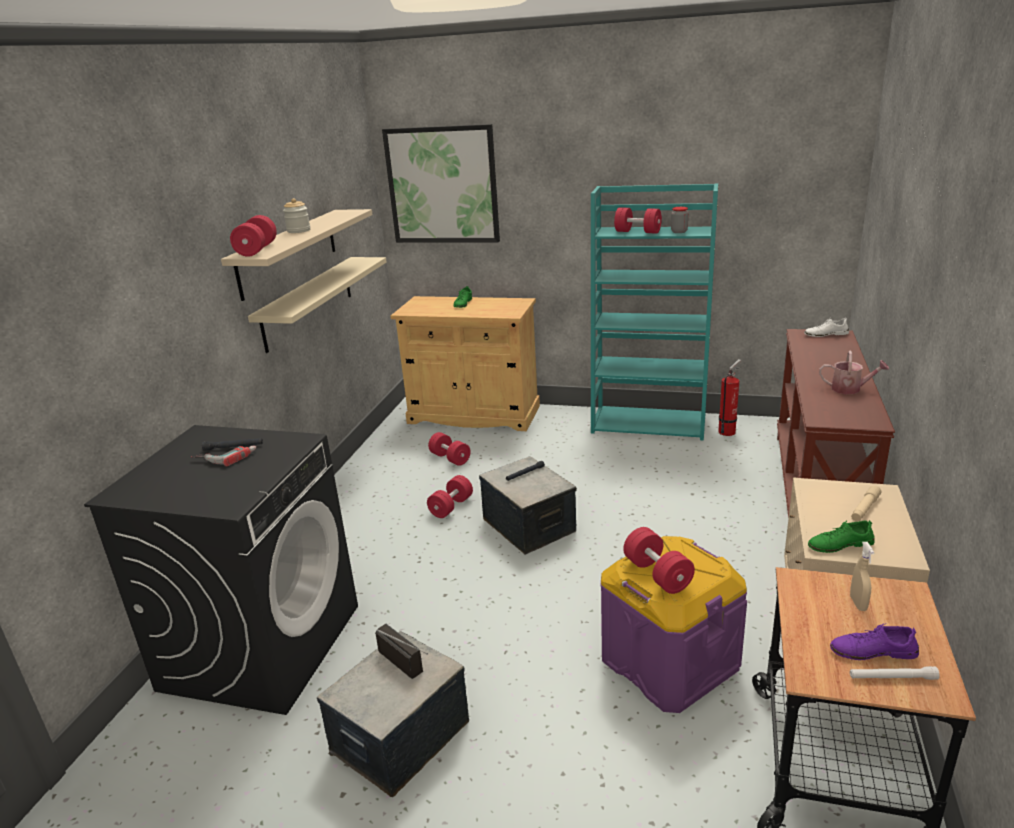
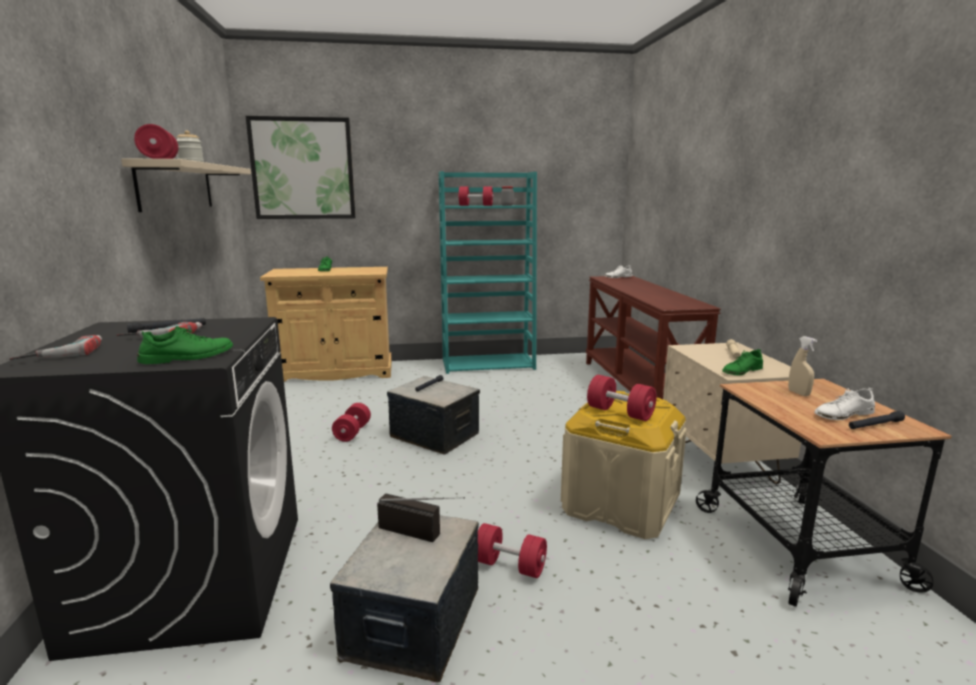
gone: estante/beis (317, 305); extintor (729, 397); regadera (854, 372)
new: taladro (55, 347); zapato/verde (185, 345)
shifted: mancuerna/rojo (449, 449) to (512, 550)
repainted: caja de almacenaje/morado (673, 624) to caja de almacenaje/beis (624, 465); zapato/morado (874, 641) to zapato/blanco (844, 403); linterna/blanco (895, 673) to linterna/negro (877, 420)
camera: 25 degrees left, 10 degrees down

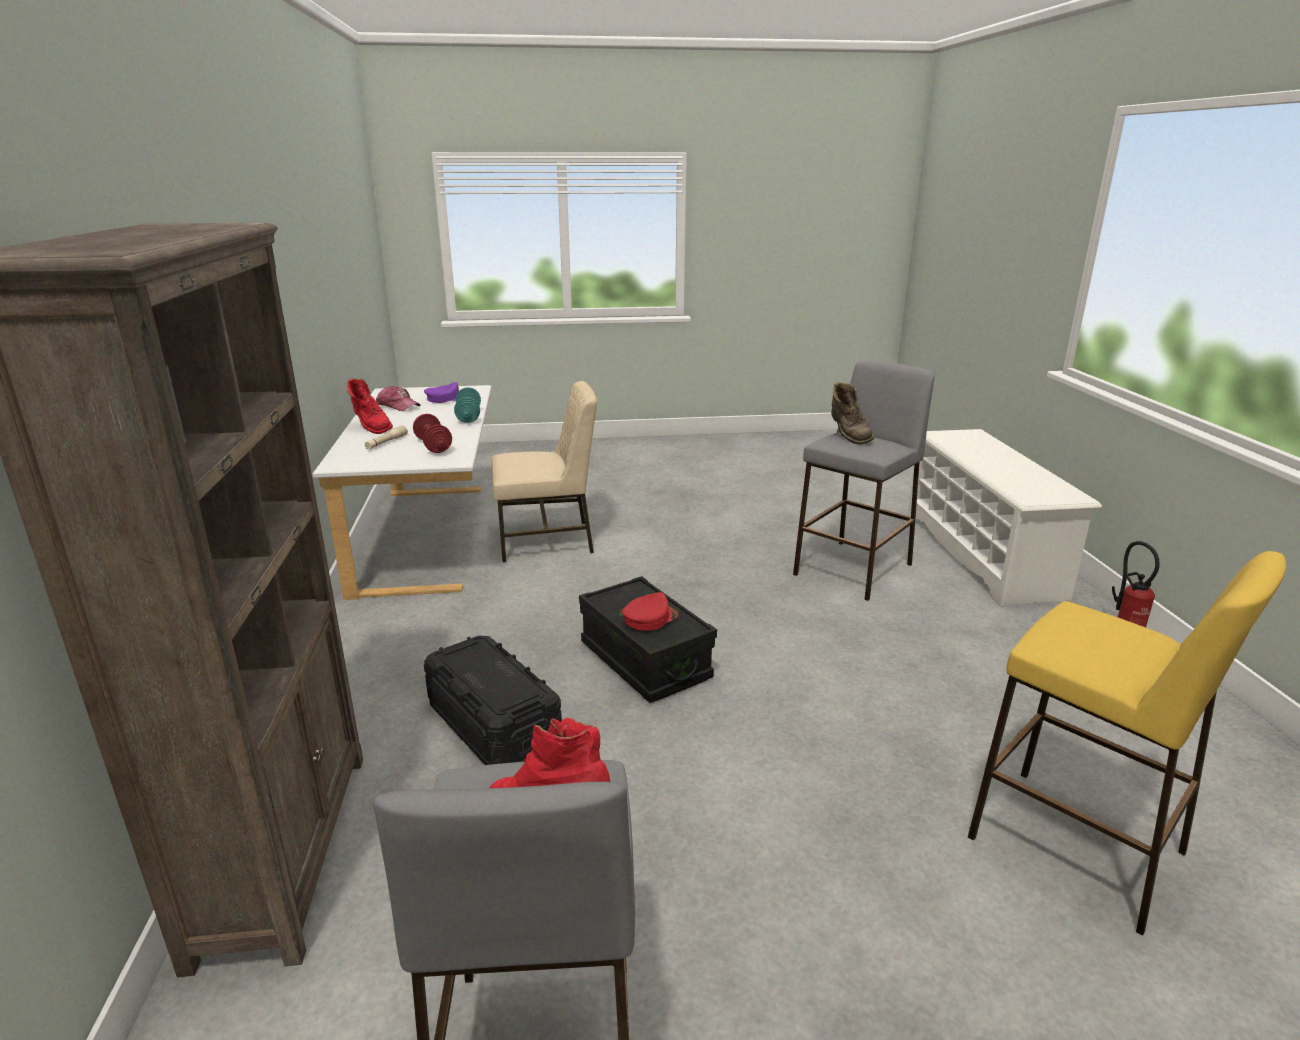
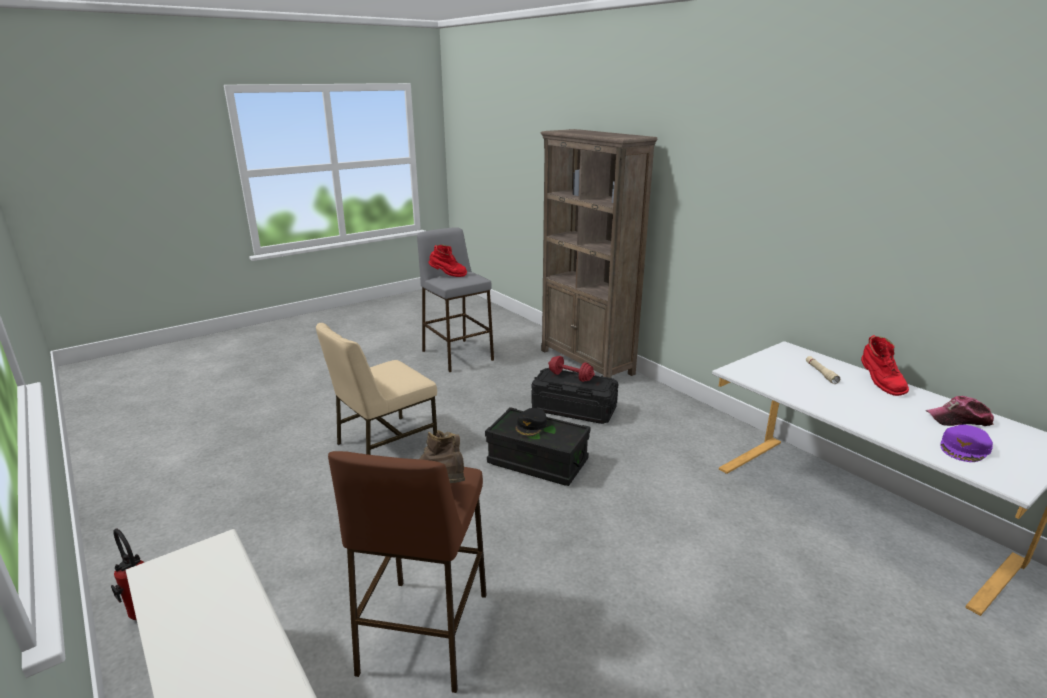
gone: mancuerna/turquesa (467, 405); taburete/amarillo (1127, 743)
shifted: mancuerna/rojo (432, 433) to (571, 369); silla/beis (544, 471) to (376, 389)
repainted: gorra/rojo (650, 611) to gorra/negro (531, 422); taburete/gris (864, 480) to taburete/marrón (407, 572)
rotated: bota/rojo (369, 406) = (885, 365) 120 degrees counterclockwise
camera: 150 degrees right, 0 degrees up

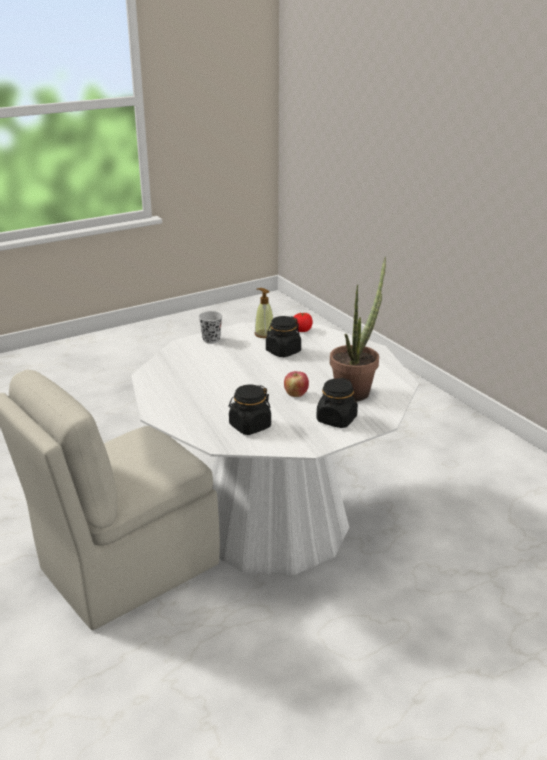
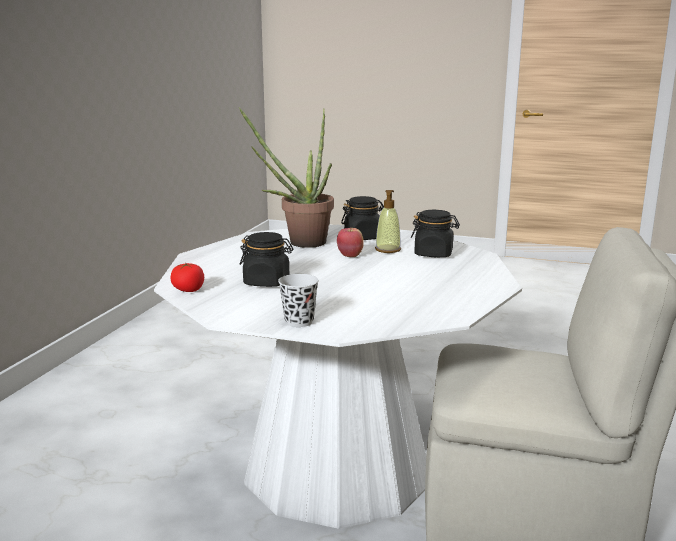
shifted: dispensador de jabón (264, 313) to (388, 221)
camera: 130 degrees left, 10 degrees down

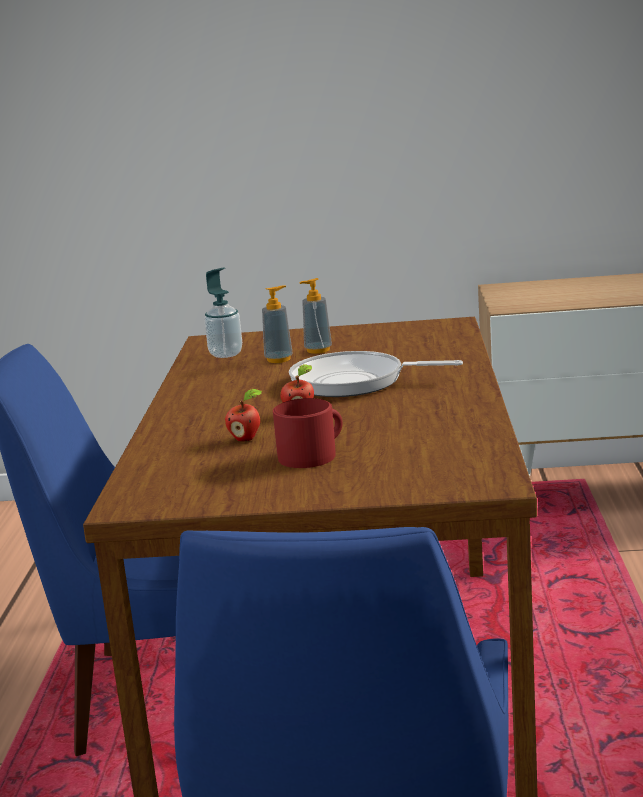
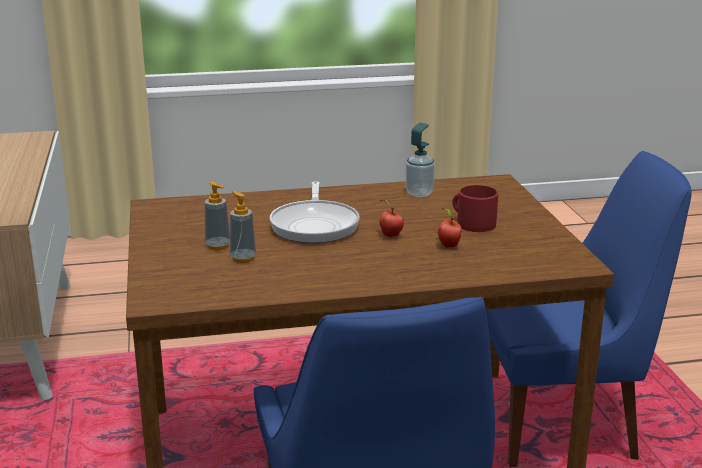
shifted: dispensador de jabón (223, 312) to (420, 160)
camera: 105 degrees left, 5 degrees up

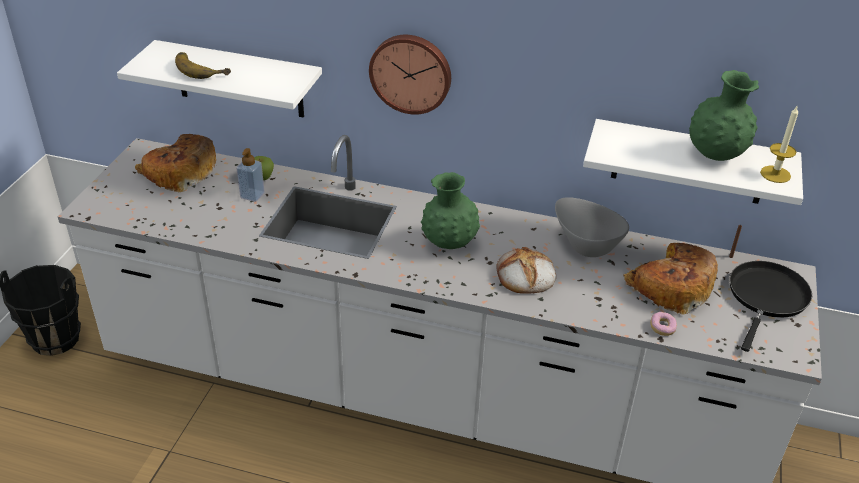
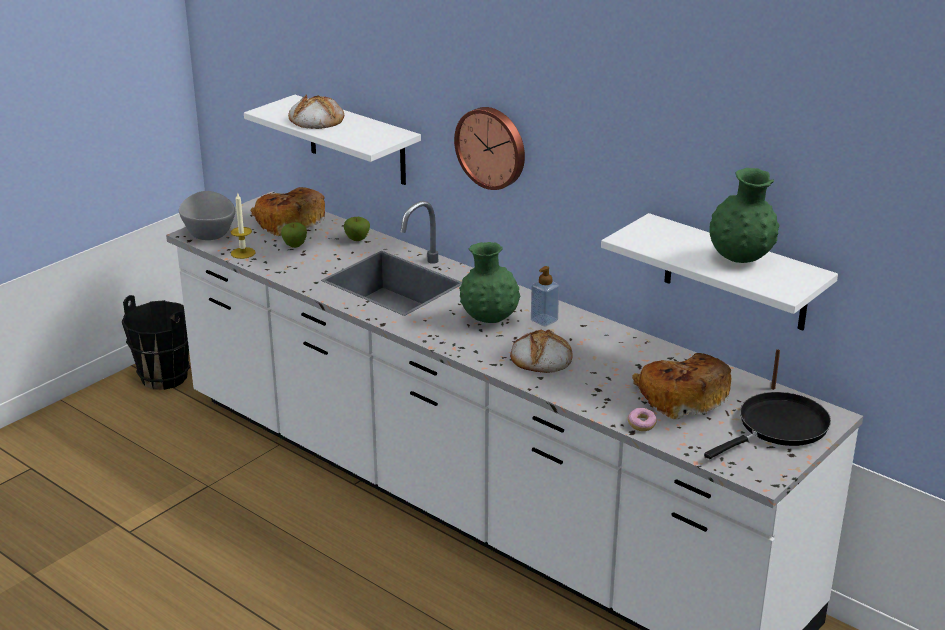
new: manzana (294, 235)
shifted: dispensador de jabón (251, 175) to (545, 296); cuenco/gris (592, 227) to (207, 215); vela (779, 144) to (243, 225)
swapped: plátano (203, 65) to pan (316, 112)
camera: 25 degrees right, 10 degrees down

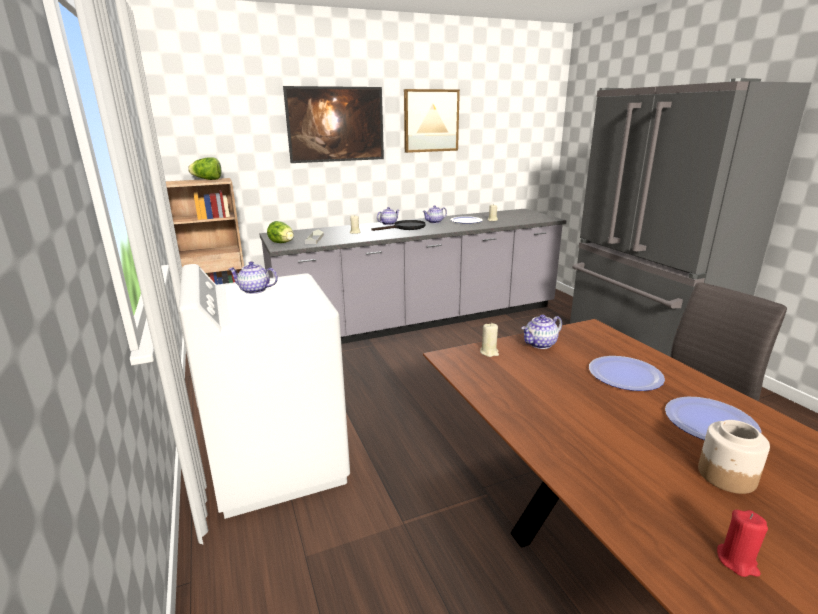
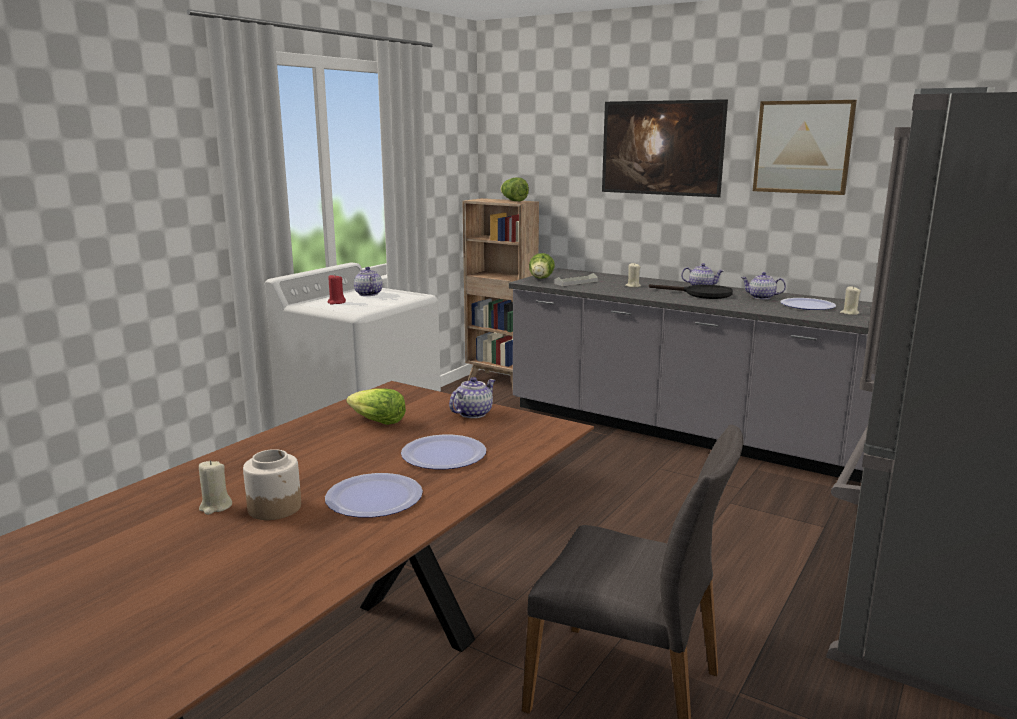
new: lechuga (376, 406)
shifted: vela/beis (489, 340) to (215, 487); vela/rojo (742, 543) to (336, 290)
rotated: tetera (541, 332) = (472, 397) 105 degrees clockwise
camera: 55 degrees right, 5 degrees down

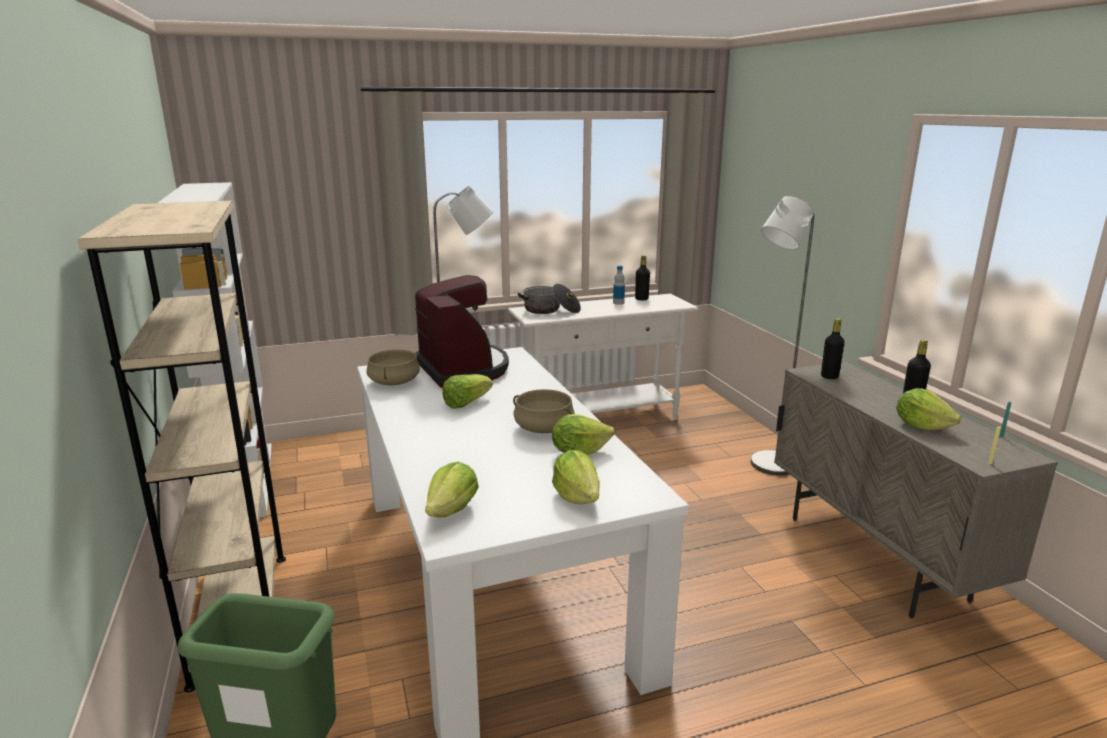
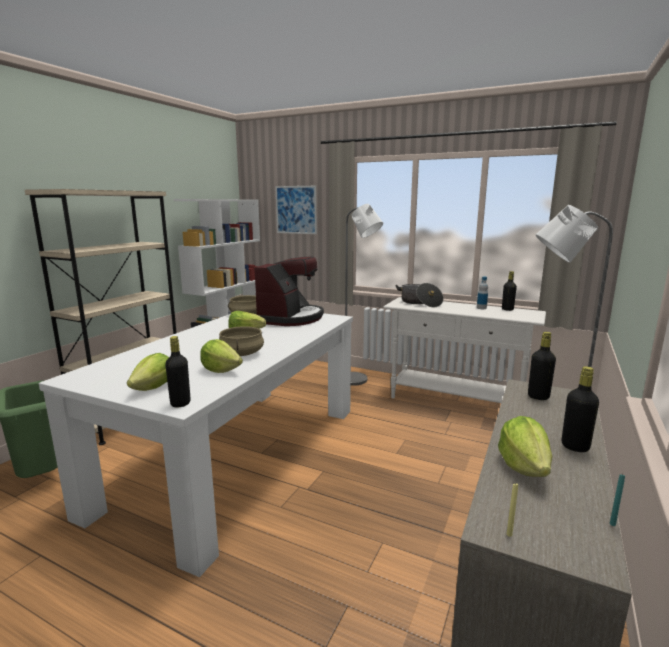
gone: lechuga (452, 490)
new: botella/negro (177, 371); cuadro (296, 210)
camera: 45 degrees right, 5 degrees down

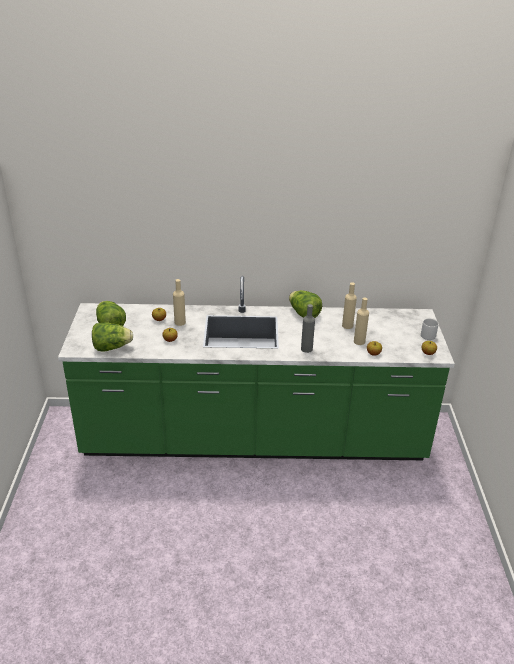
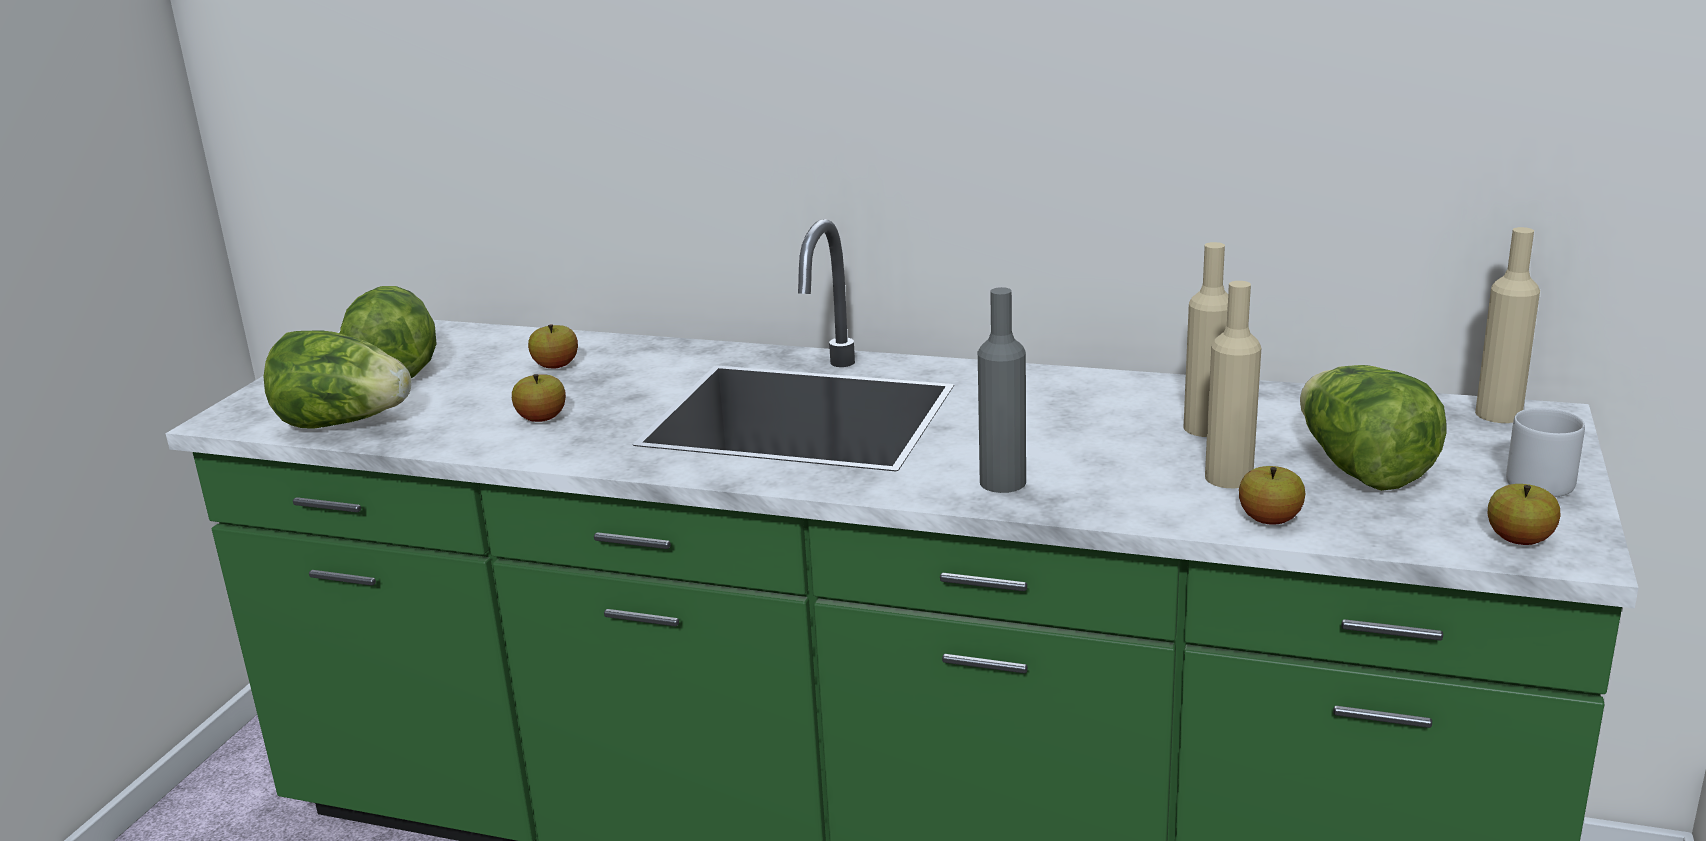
shifted: botella/beis (179, 302) to (1507, 325); lechuga (305, 304) to (1373, 428)
camera: 20 degrees right, 10 degrees down

